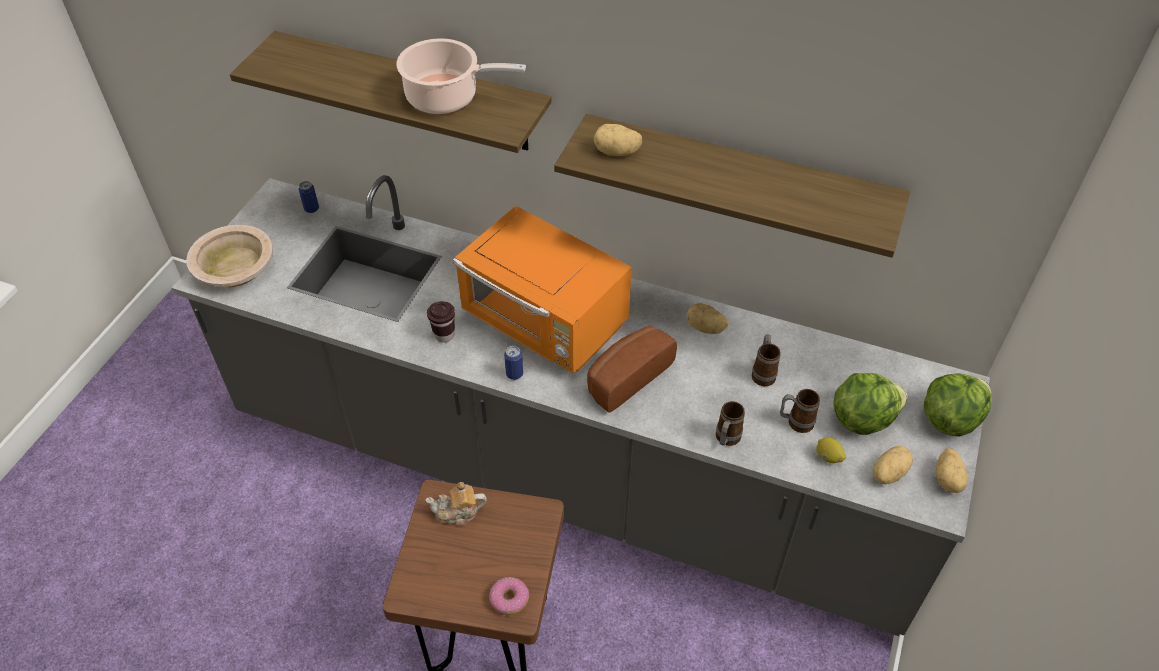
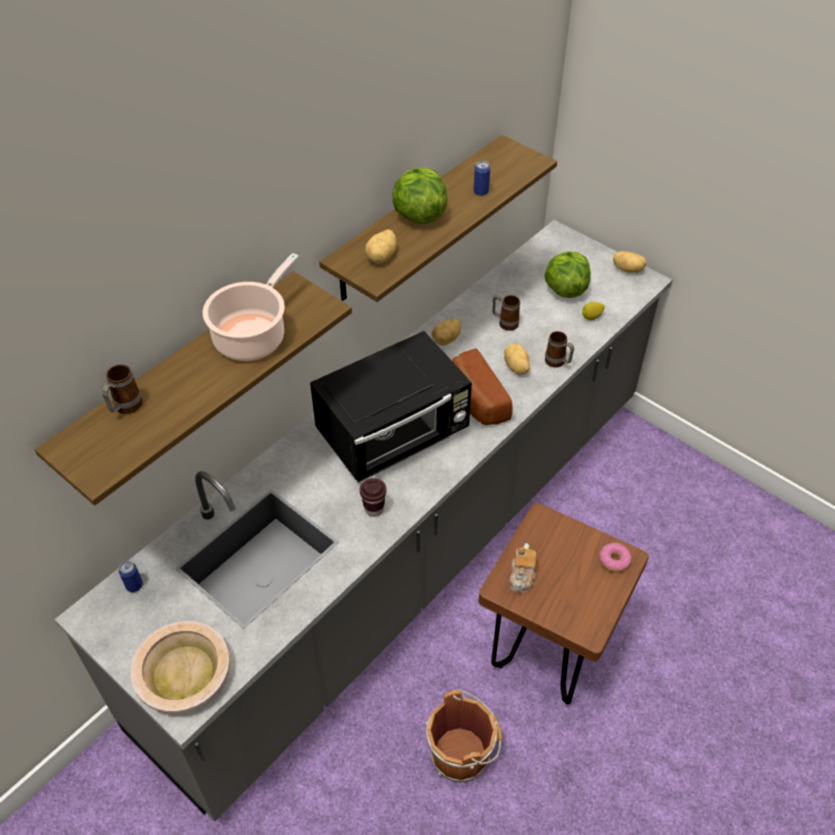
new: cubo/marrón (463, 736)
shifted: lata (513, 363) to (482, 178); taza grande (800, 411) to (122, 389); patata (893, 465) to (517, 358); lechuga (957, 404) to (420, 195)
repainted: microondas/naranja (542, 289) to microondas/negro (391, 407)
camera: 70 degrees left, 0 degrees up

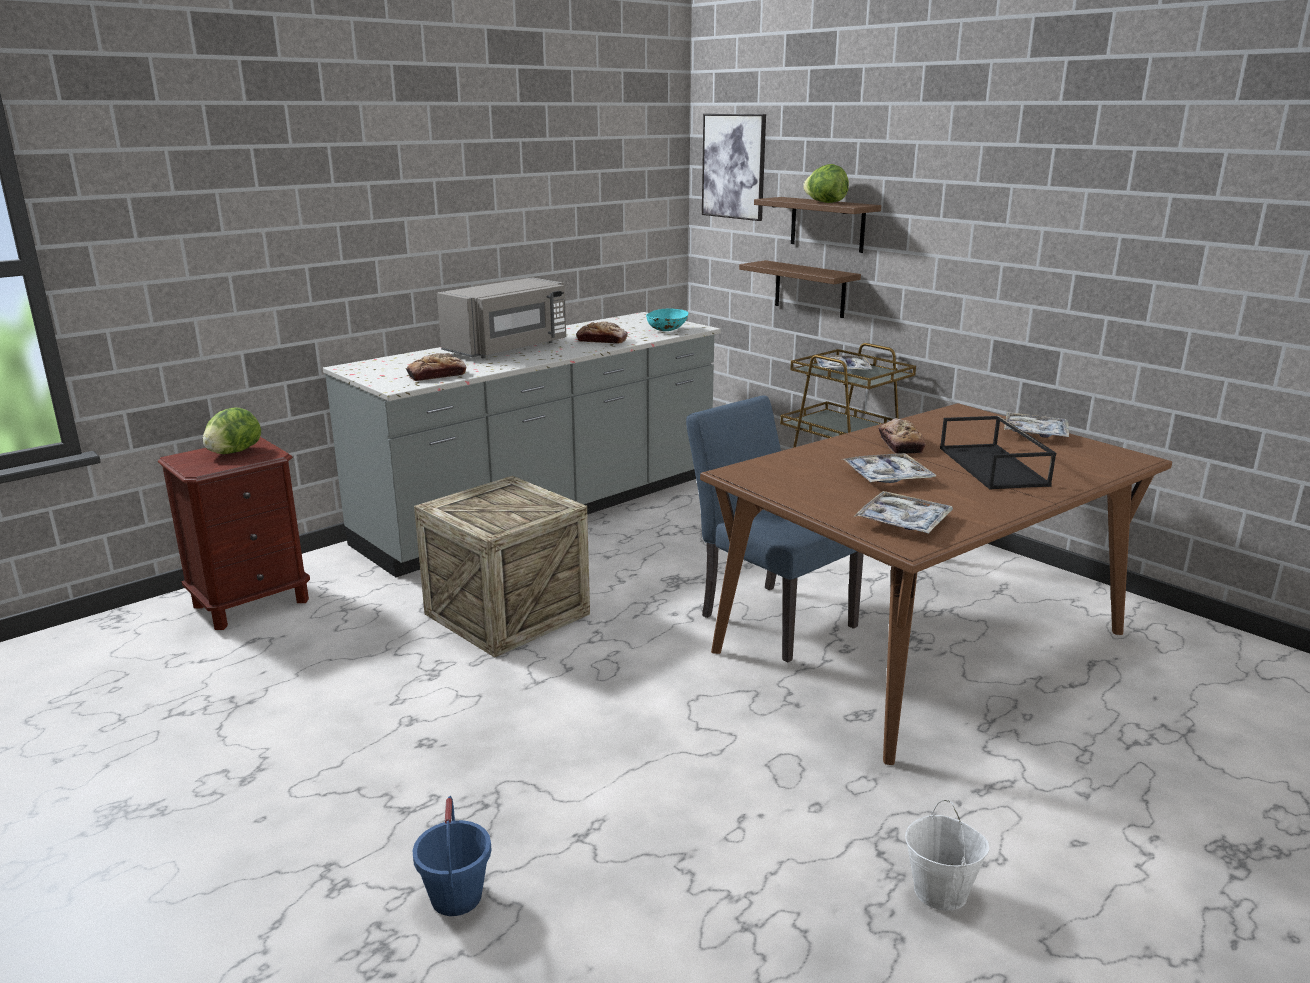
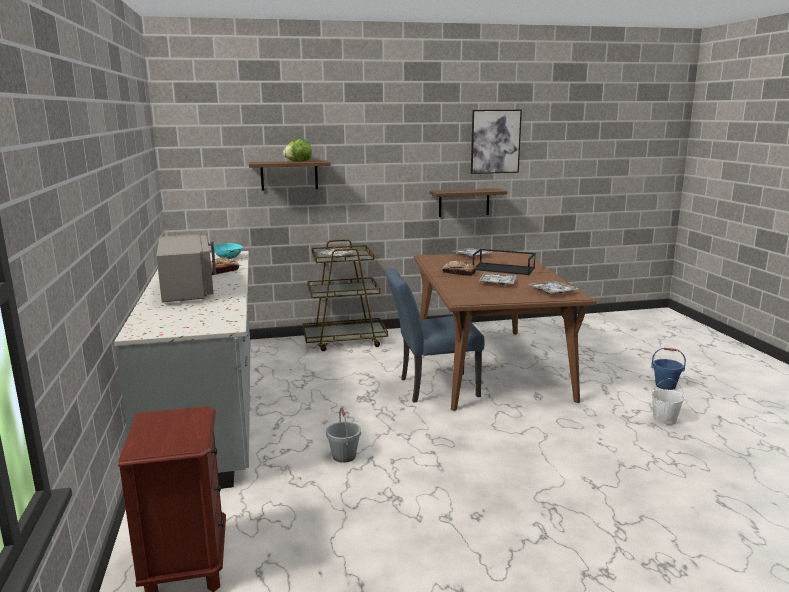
gone: lechuga (232, 430); pan (436, 367)
shifted: cubo/azul (452, 856) to (668, 369); cuadro (734, 167) to (496, 142); estante/marrón (800, 289) to (468, 202)
swapped: caja de embalaje (502, 567) to cubo/gris (343, 435)
camera: 60 degrees left, 5 degrees down

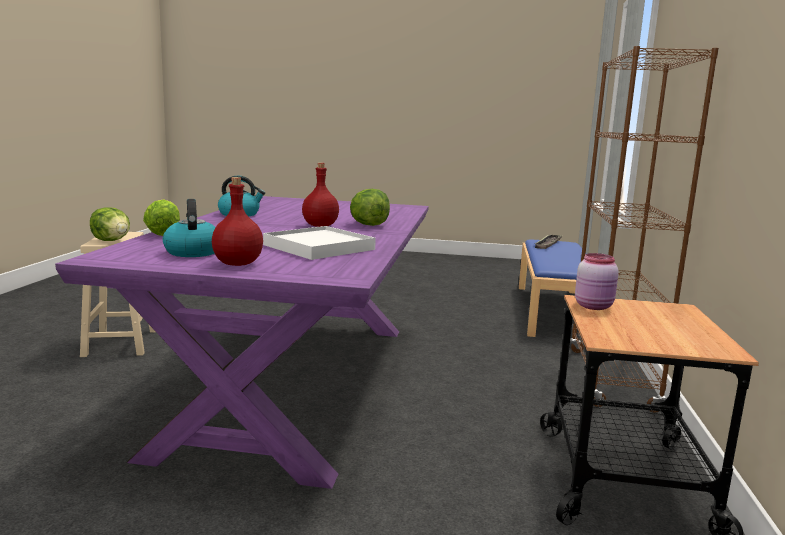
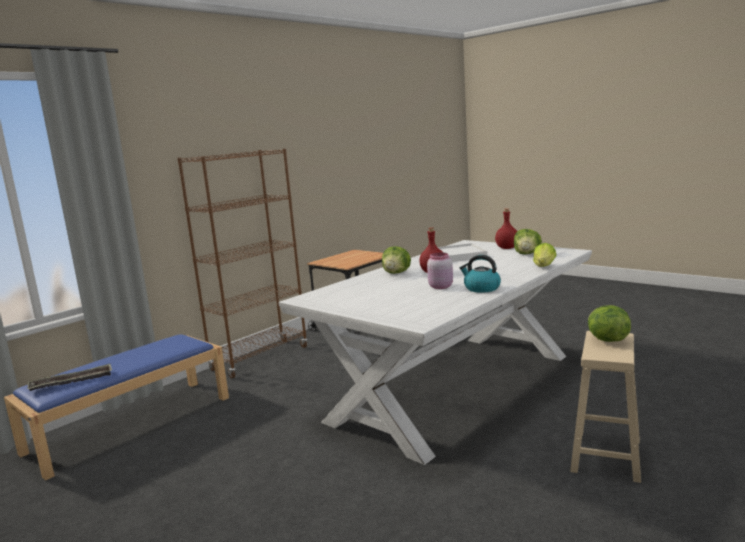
shifted: tarro/rosa (597, 281) to (440, 271)
swapped: hervidor (189, 228) to lechuga (528, 242)
repainted: mesa de comedor/morado (242, 342) to mesa de comedor/blanco (435, 352)
camera: 145 degrees left, 0 degrees up

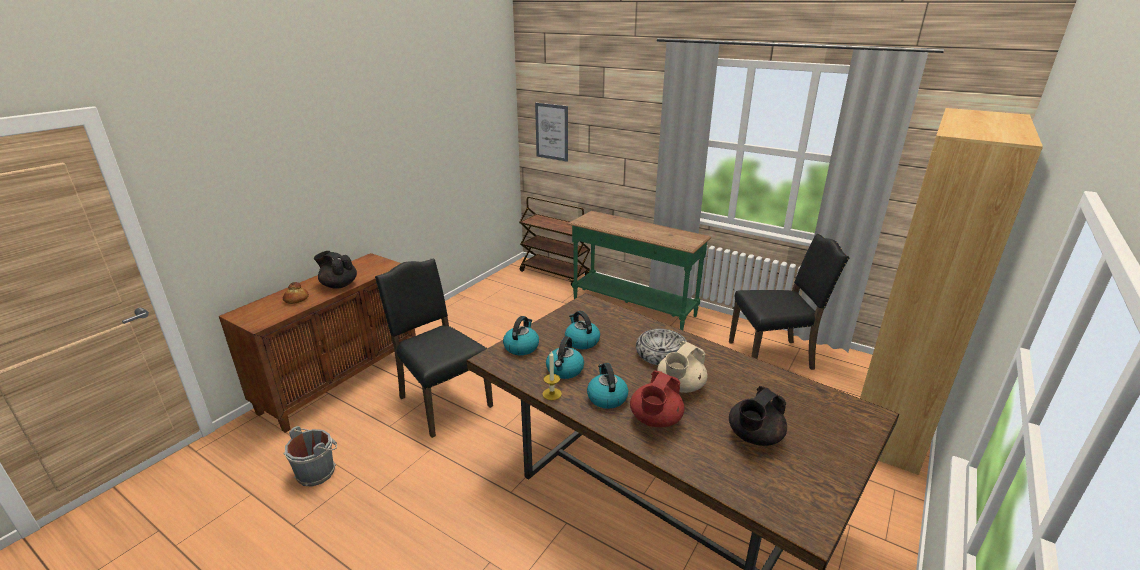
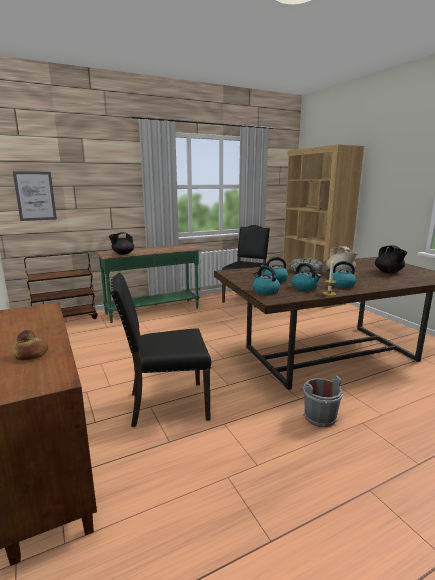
gone: tetera/rojo (657, 399)
shifted: cubo/gris (310, 456) to (321, 401); tetera/negro (335, 270) to (121, 243)
camera: 60 degrees left, 10 degrees down

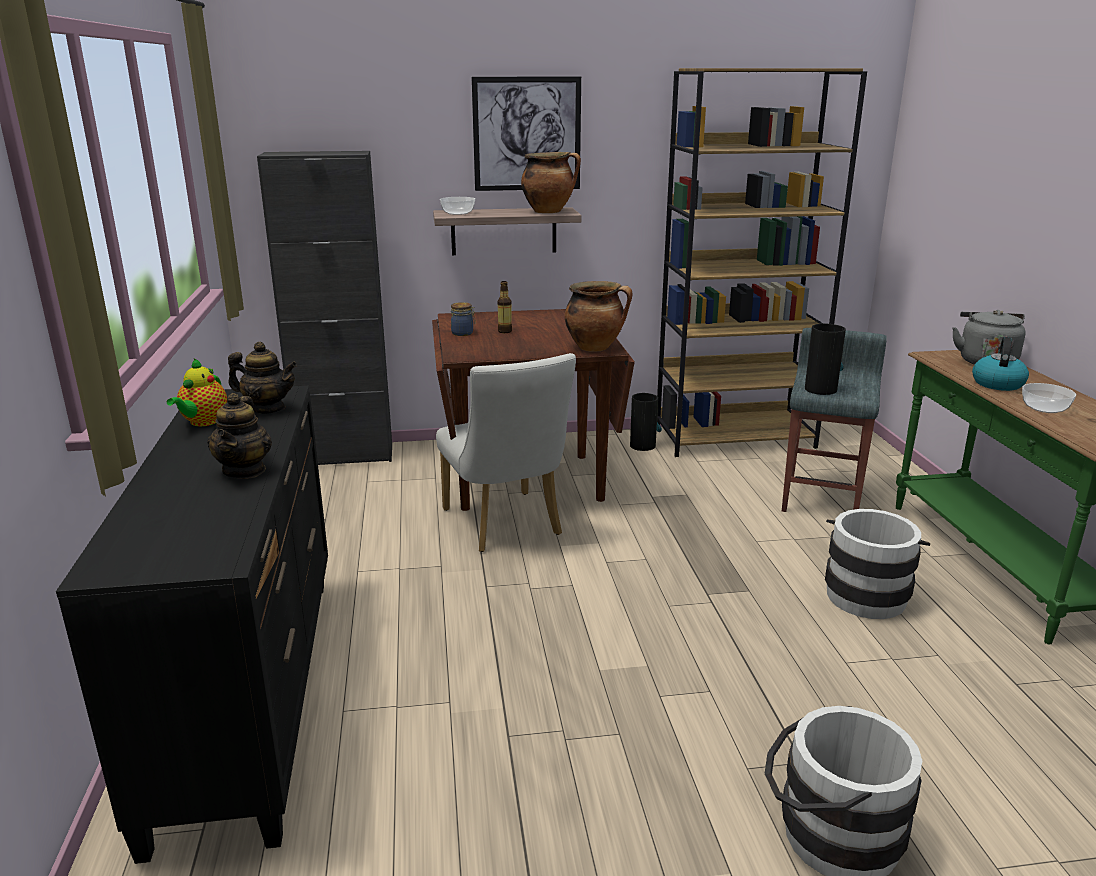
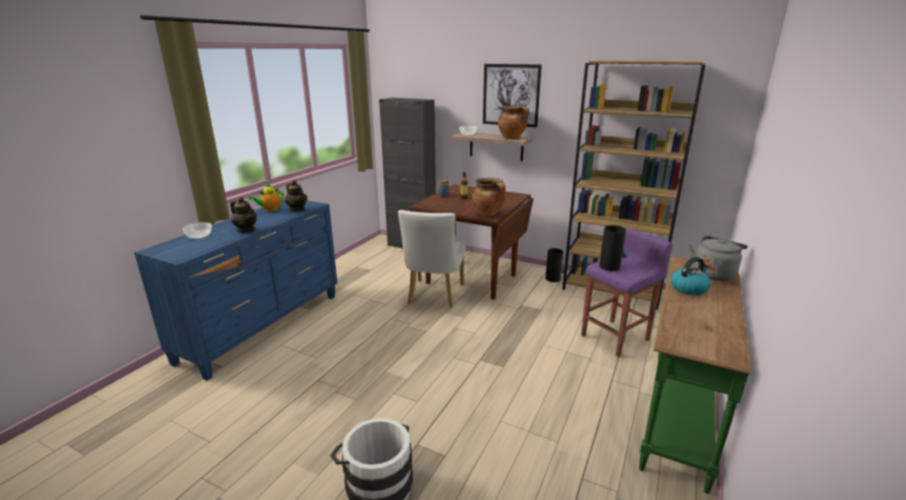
gone: cubo/blanco (877, 564)
shifted: cuenco (1049, 398) to (197, 230)
repainted: cómoda/negro (192, 625) to cómoda/azul (235, 290); taburete/gris (834, 420) to taburete/morado (627, 292)
rotated: tetera (239, 436) = (243, 214) 90 degrees counterclockwise
camera: 35 degrees right, 0 degrees up

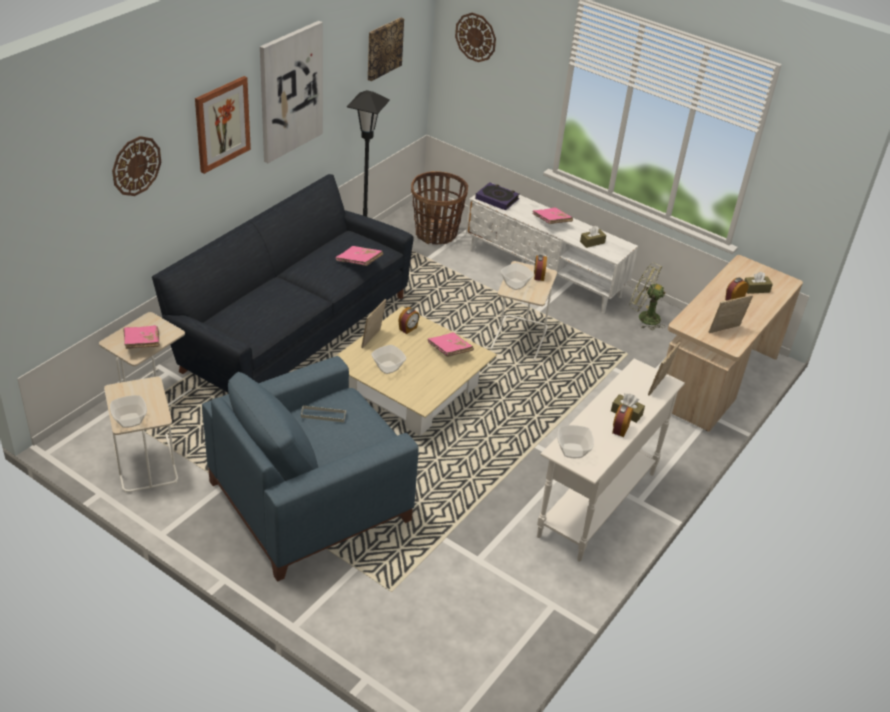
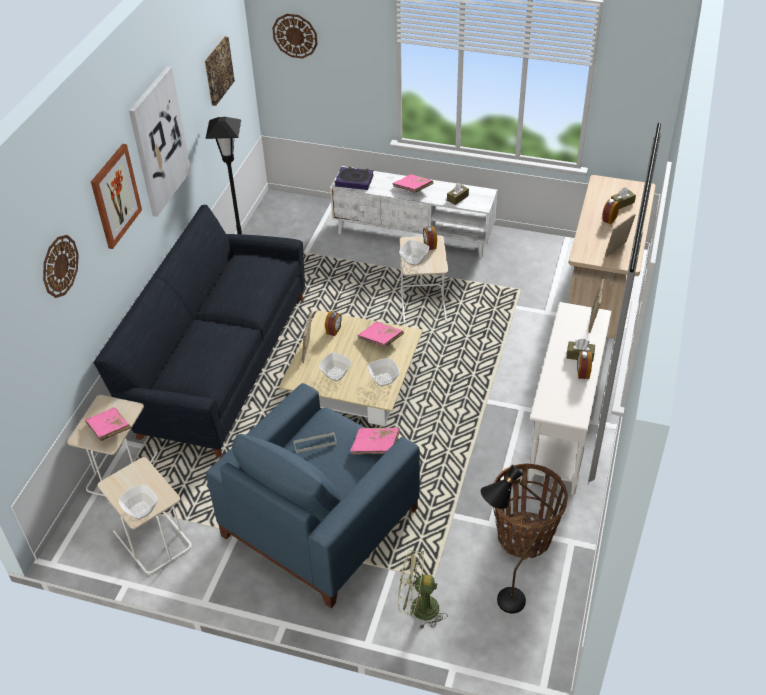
new: lámpara de pie/negro (516, 539)
shifted: libro/rosa (359, 256) to (375, 441); cesta (439, 208) to (530, 512); cuenco (575, 441) to (383, 372); ventilador/verde (647, 296) to (422, 590)
camera: 15 degrees left, 5 degrees up

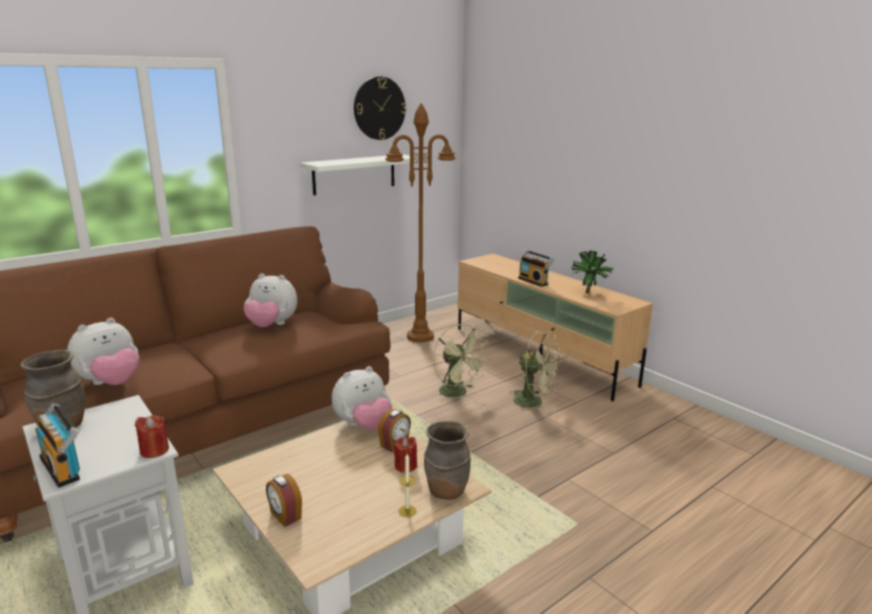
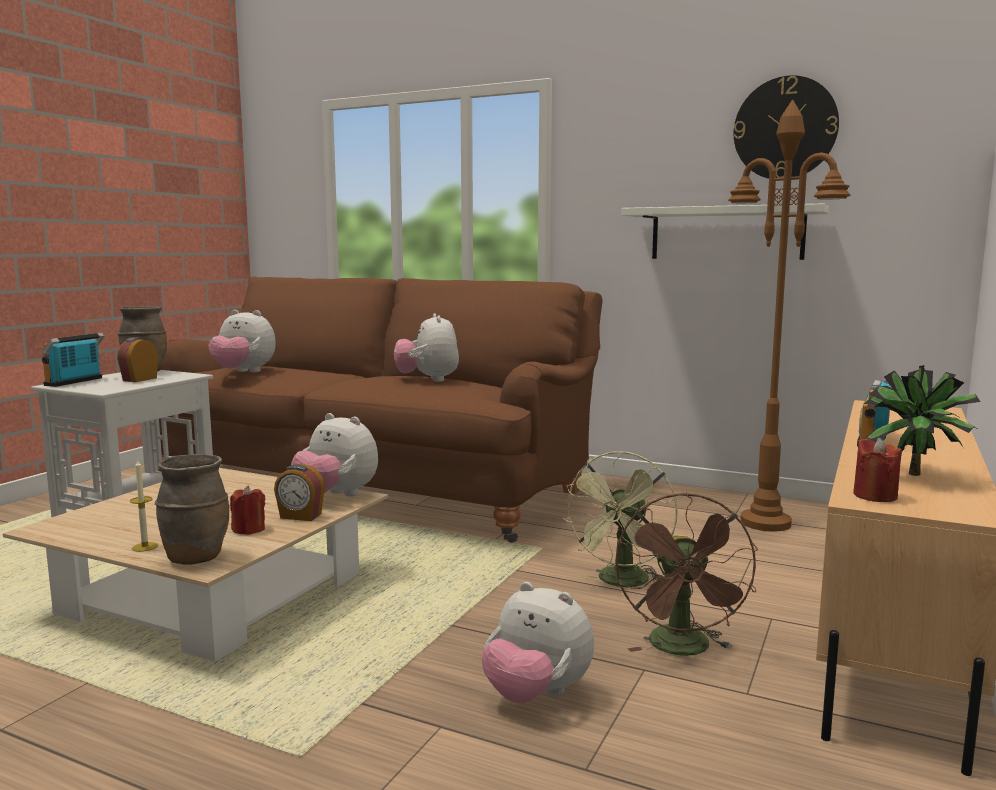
new: peluche (538, 643)
shifted: vela/rojo (152, 436) to (877, 470); despertador (284, 500) to (137, 359)
repainted: ventilador/verde (535, 372) to ventilador/marrón (686, 574)
camera: 65 degrees right, 10 degrees down

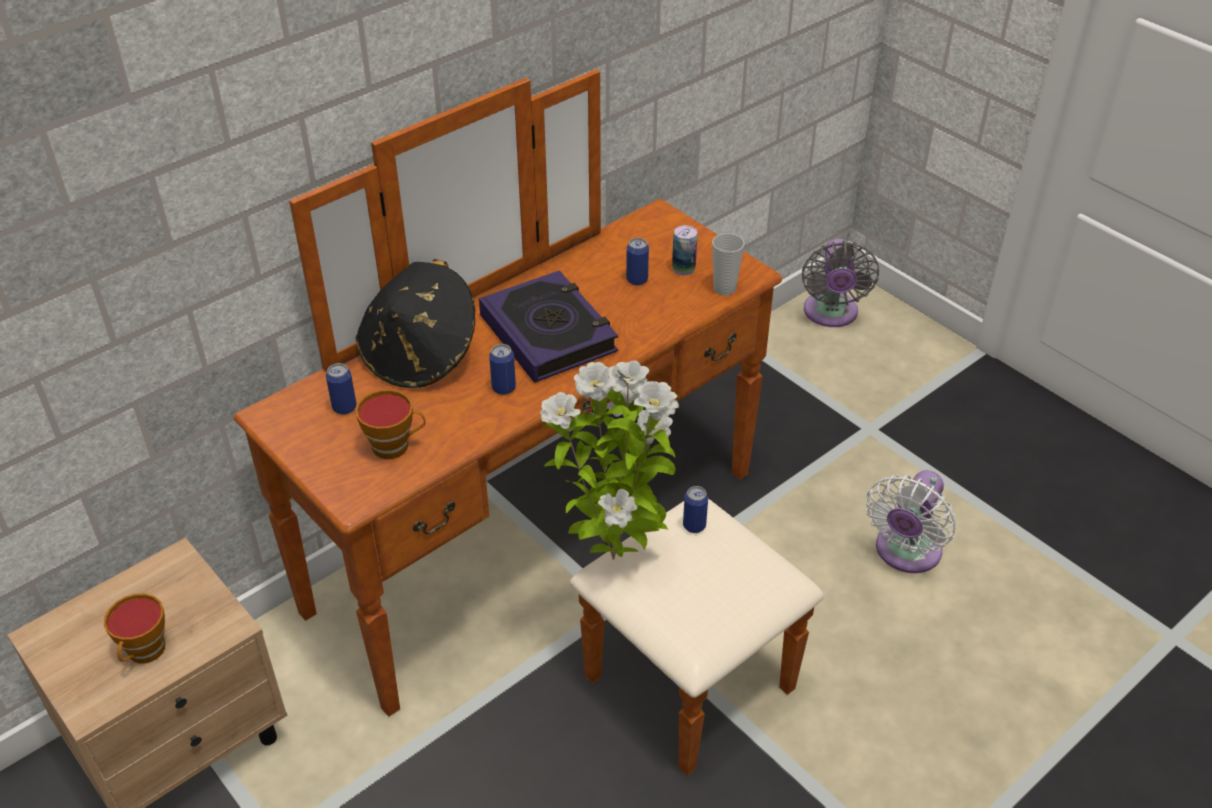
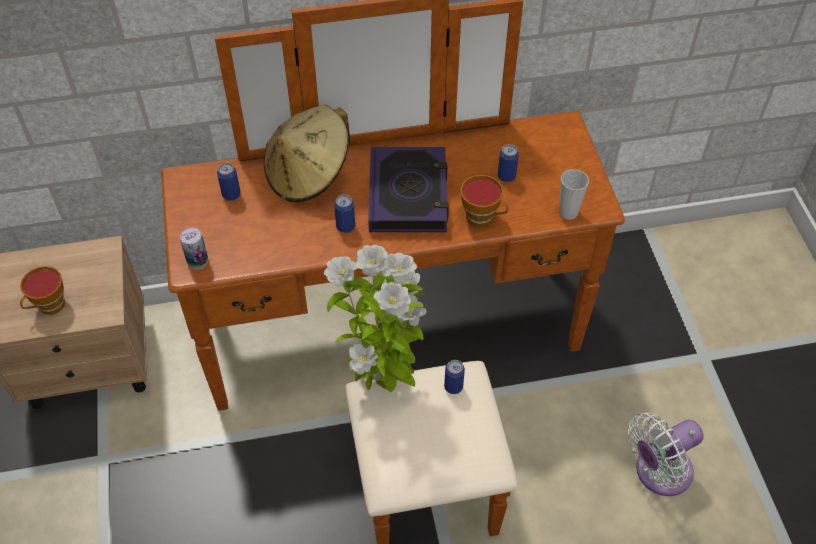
gone: ventilador/gris (840, 282)
shifted: taza (390, 424) to (484, 201); lata (684, 250) to (194, 249)
repainted: sombrero/negro (415, 323) to sombrero/beis (307, 153)
camera: 30 degrees right, 10 degrees up

